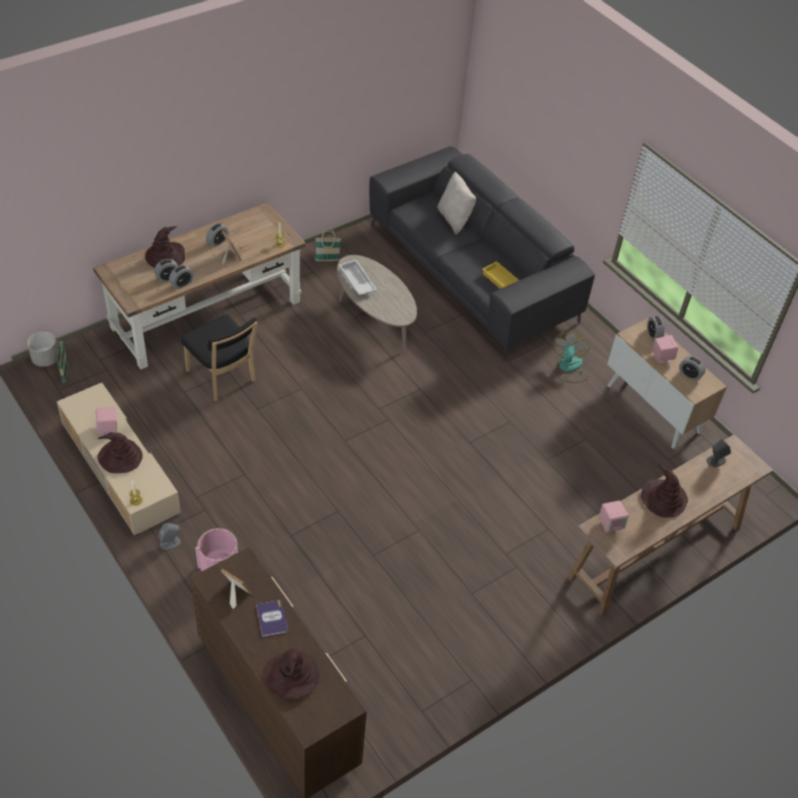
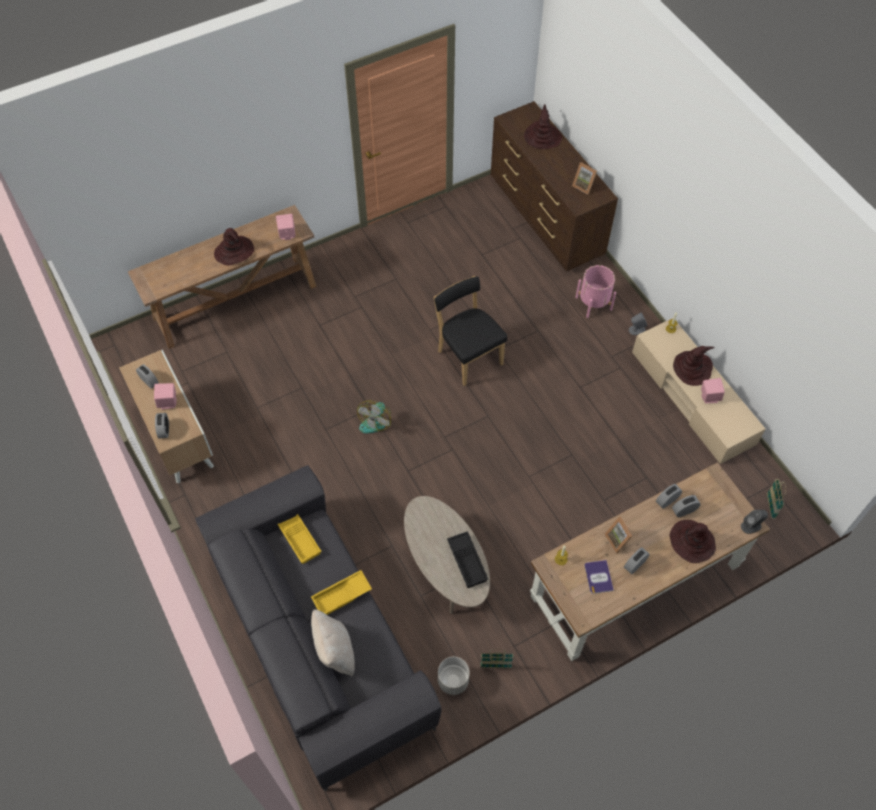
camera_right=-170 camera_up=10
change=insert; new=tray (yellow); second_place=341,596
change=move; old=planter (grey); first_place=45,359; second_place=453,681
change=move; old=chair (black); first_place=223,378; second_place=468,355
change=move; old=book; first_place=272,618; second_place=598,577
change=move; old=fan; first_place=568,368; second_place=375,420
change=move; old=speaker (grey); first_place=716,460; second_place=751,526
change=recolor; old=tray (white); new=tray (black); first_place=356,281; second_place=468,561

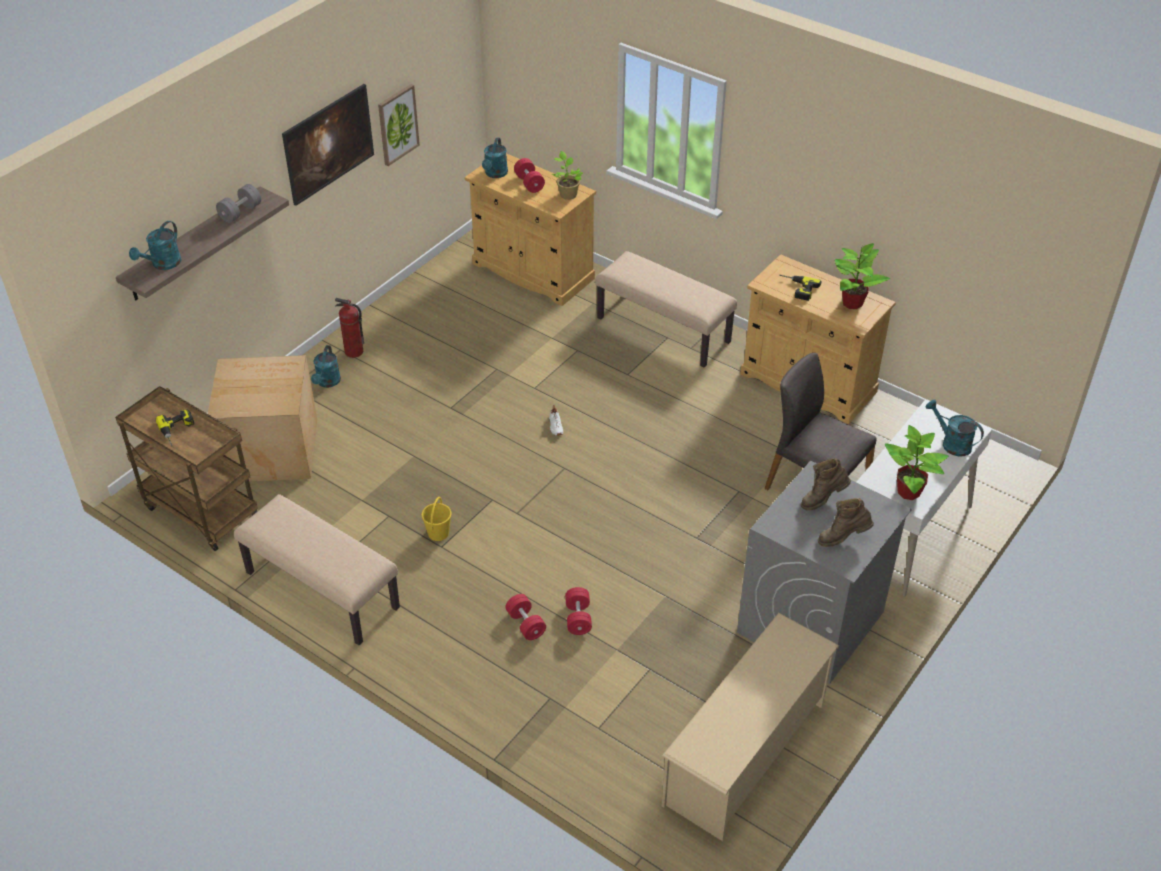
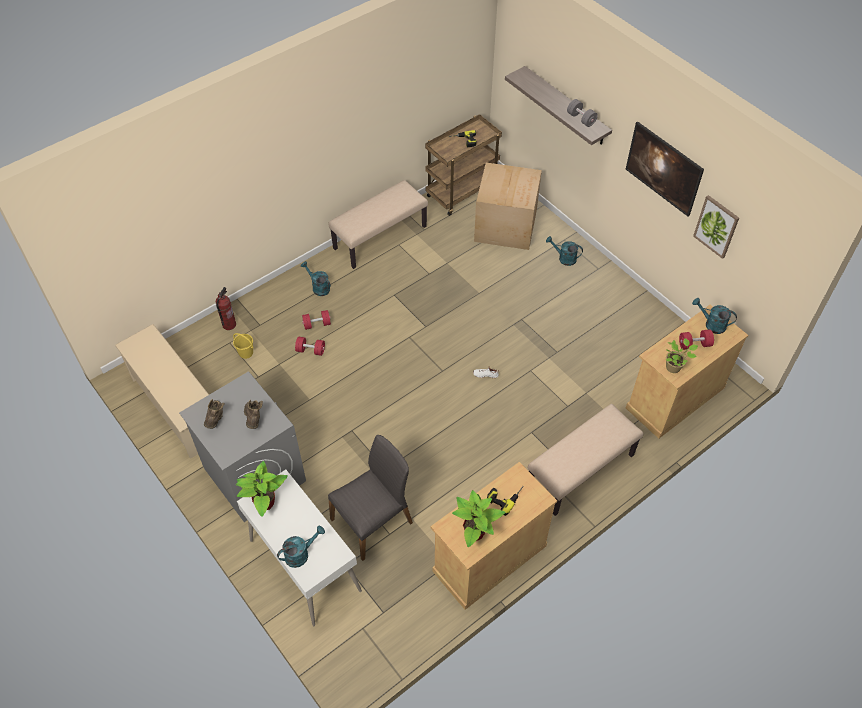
camera_right=105 camera_up=10
change=move; old=watering can (turquoise); first_place=163,264; second_place=318,287
change=move; old=fire extinguisher; first_place=353,352; second_place=229,324
change=move; old=bucket (yellow); first_place=438,533; second_place=245,352

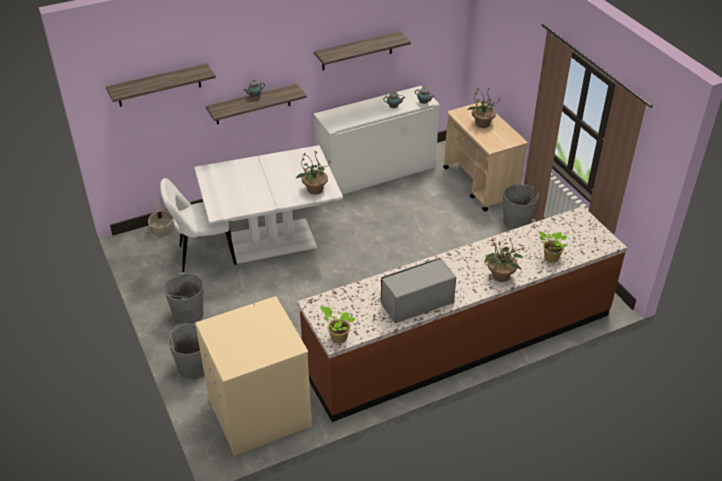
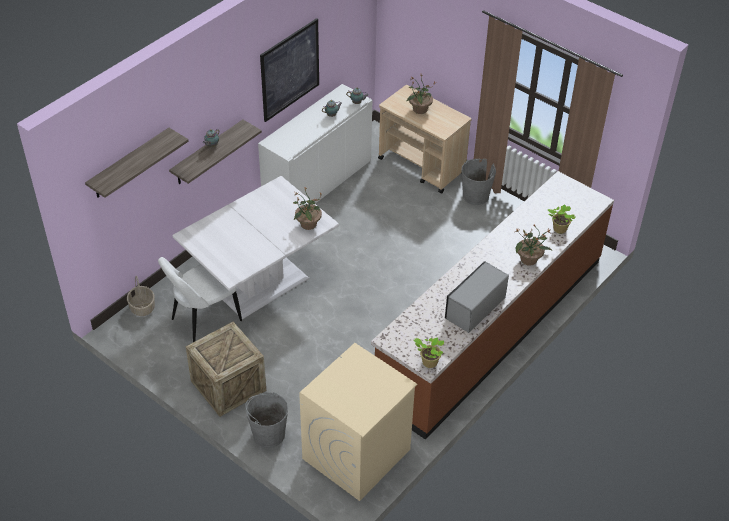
camera_right=-25 camera_up=5
change=replace; old=bucket (grey); new=crate; first_place=188,314; second_place=228,385
change=replace; old=shelf; new=picture; first_place=357,51; second_place=290,70

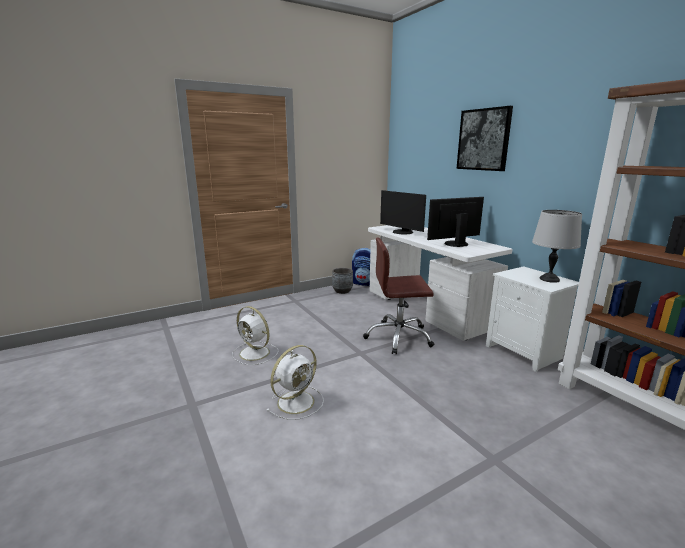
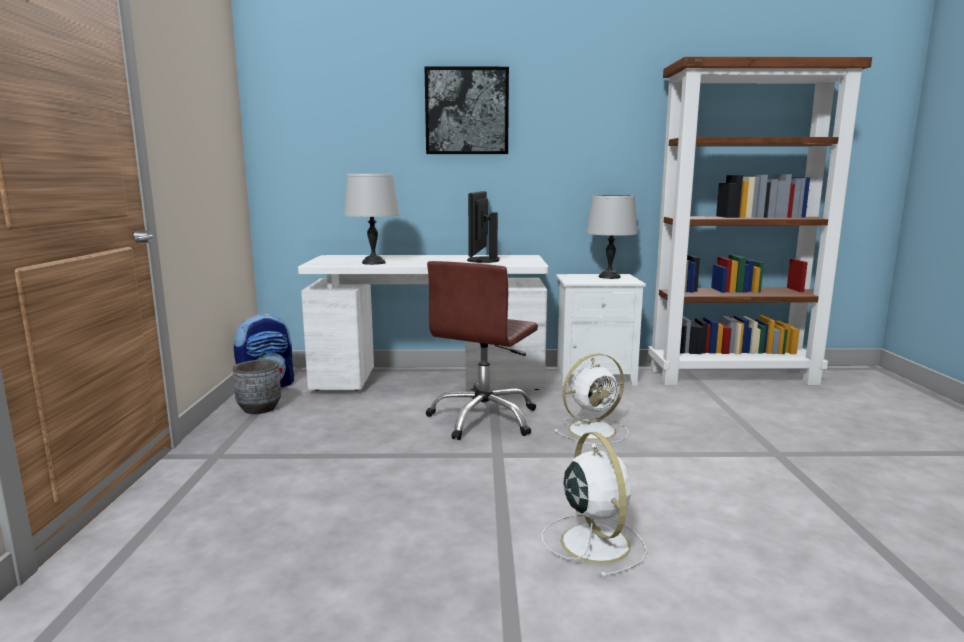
camera_right=-60 camera_up=-5
change=move; old=fan (white); first_place=255,353; second_place=594,430
change=replace; old=monitor; new=table lamp (grey); first_place=402,232; second_place=374,263

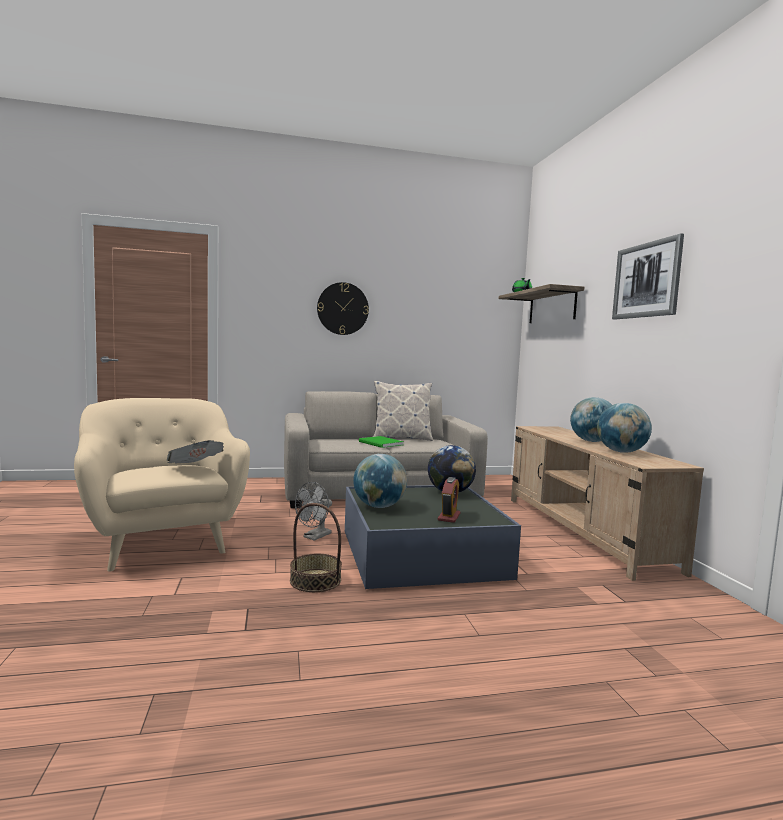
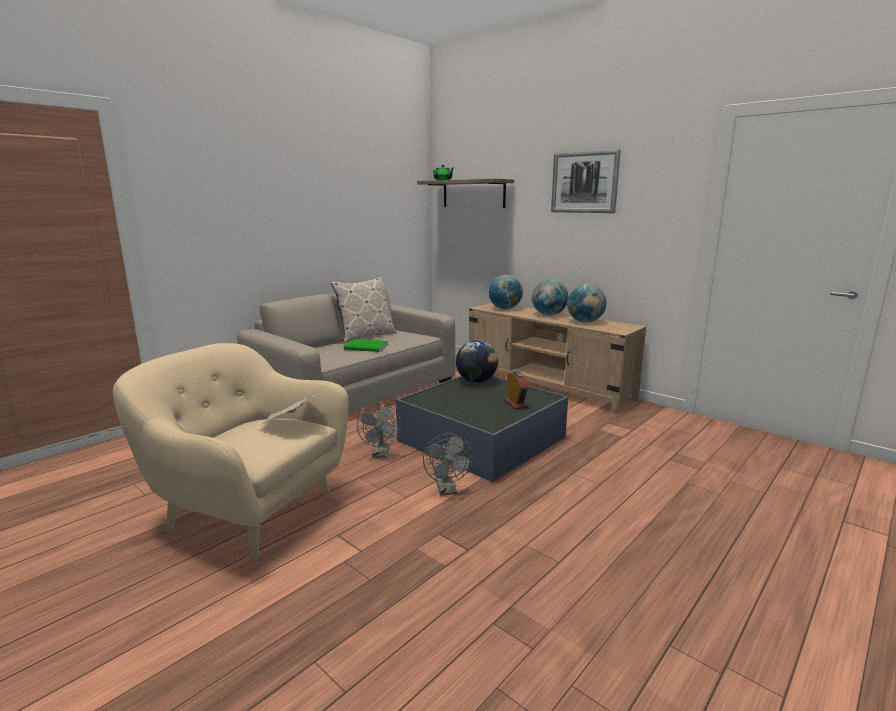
camera_right=-35 camera_up=10
change=delete; old=wall clock; first_place=343,308
change=move; old=globe; first_place=379,506; second_place=505,308
change=replace; old=basket; new=fan (grey); first_place=315,580; second_place=447,490

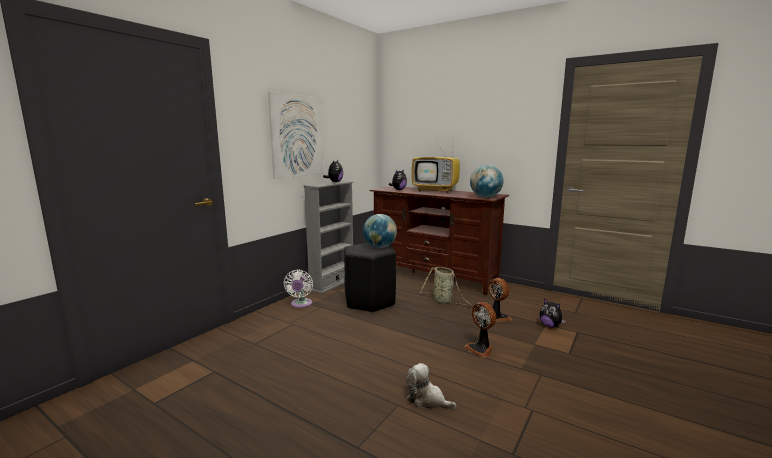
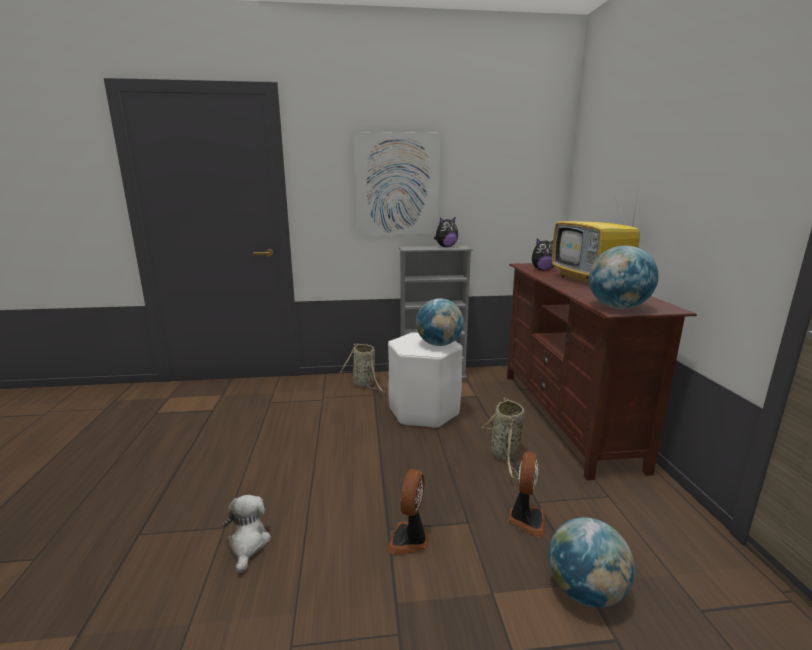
camera_right=50 camera_up=5
change=replace; old=fan (white); new=basket; first_place=301,304; second_place=365,384
change=replace; old=plush toy; new=globe; first_place=550,326; second_place=585,591
change=recolor; old=stool (black); new=stool (white); first_place=370,302; second_place=424,411

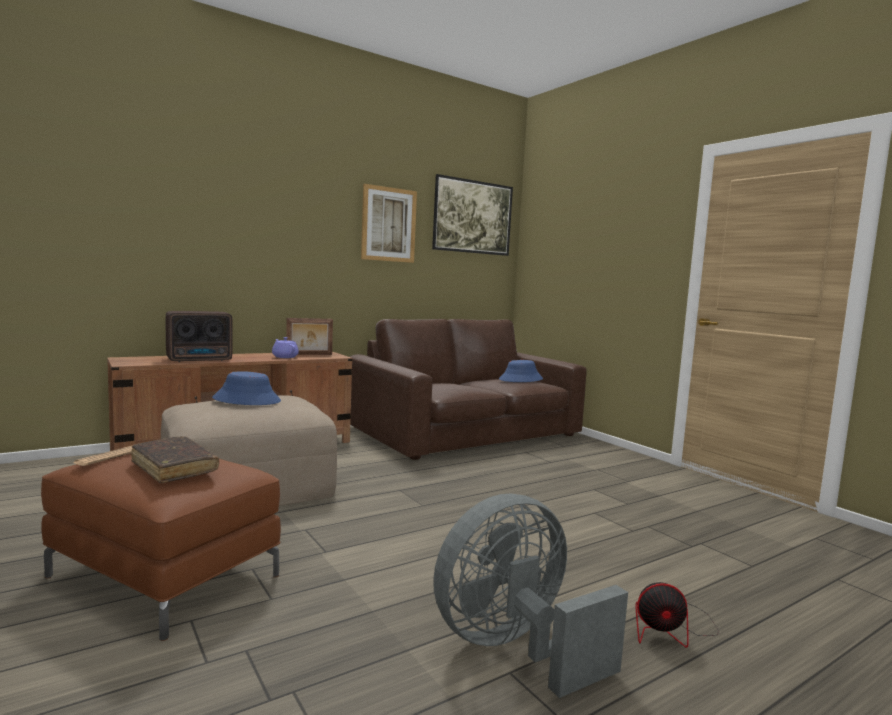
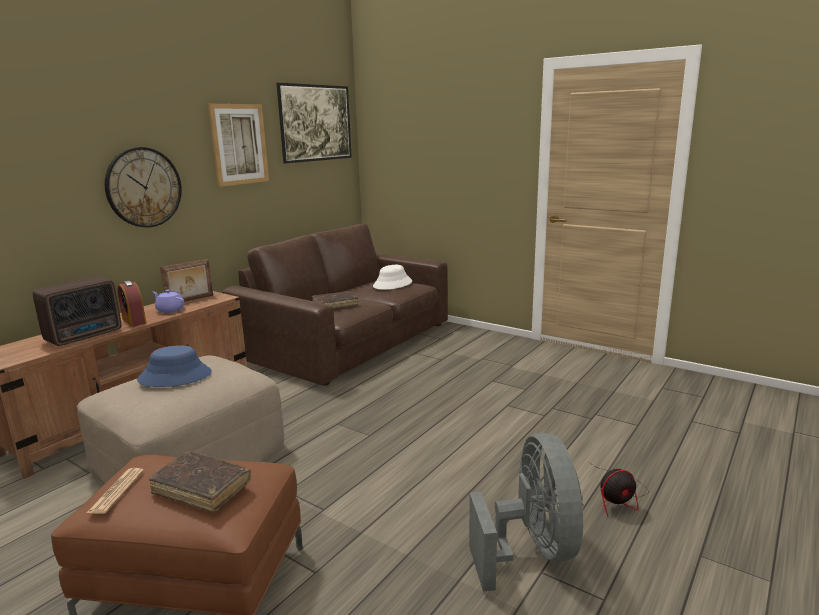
camera_right=-20 camera_up=10
change=insert; new=wall clock; second_place=143,187
change=insert; new=alarm clock; second_place=134,321
change=insert; new=book (brown); second_place=335,305
change=recolor; old=hat (blue); new=hat (white); first_place=521,379; second_place=392,284
change=rotate; old=fan (grey); first_place=515,648; second_place=532,550; degrees=135

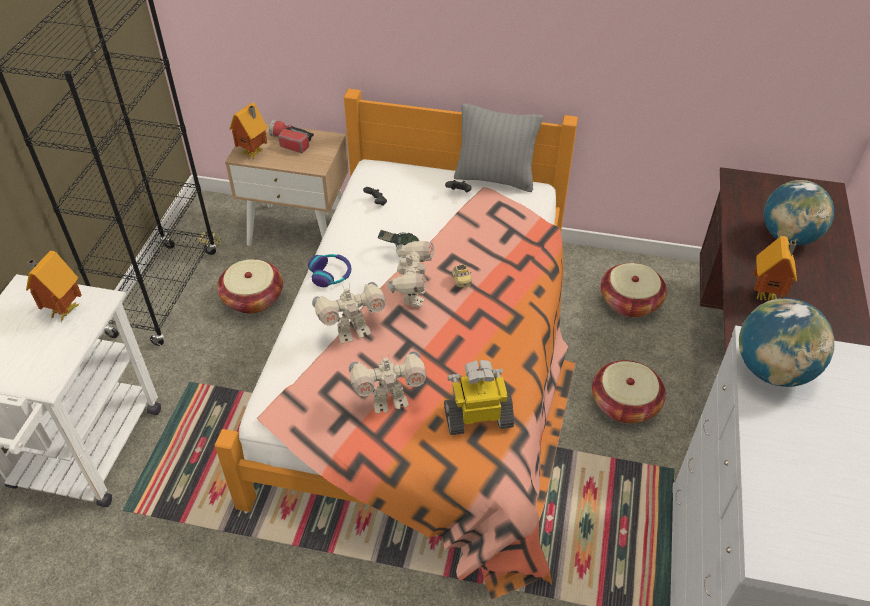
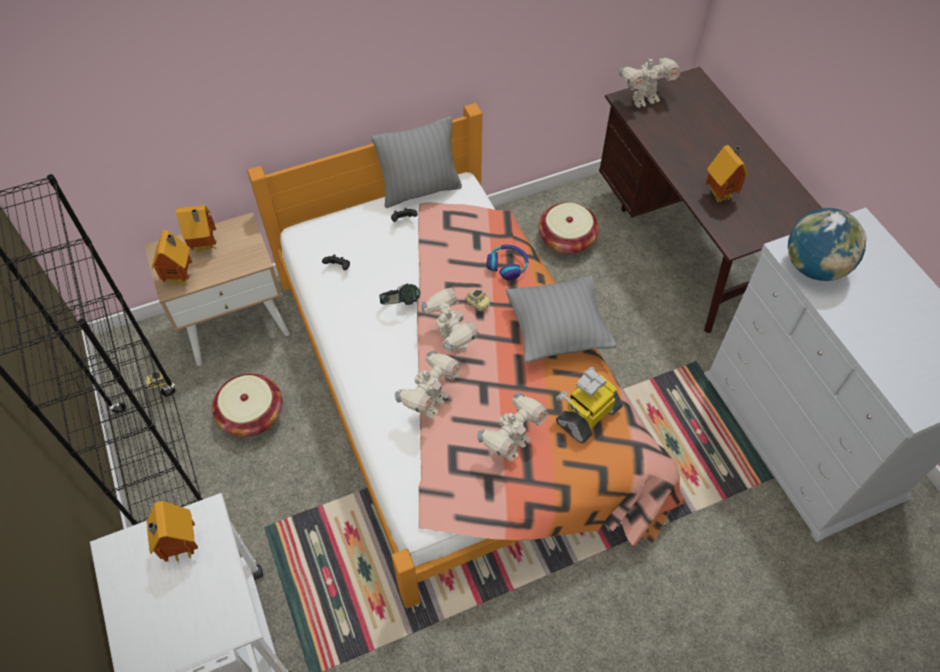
camera_right=-35 camera_up=10
change=delete; old=basket; first_place=624,404
change=delete; old=globe; first_place=788,237
change=insert; new=pillow (grey); second_place=557,332
change=insert; new=toy robot; second_place=644,99
change=move; old=headphones; first_place=331,274; second_place=507,265
change=replace; old=flashlight; new=toy house; first_place=290,142; second_place=206,247

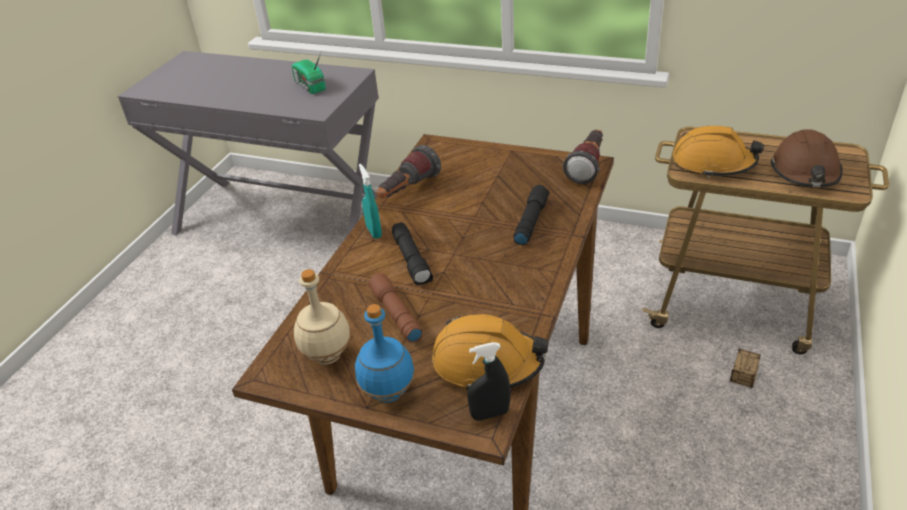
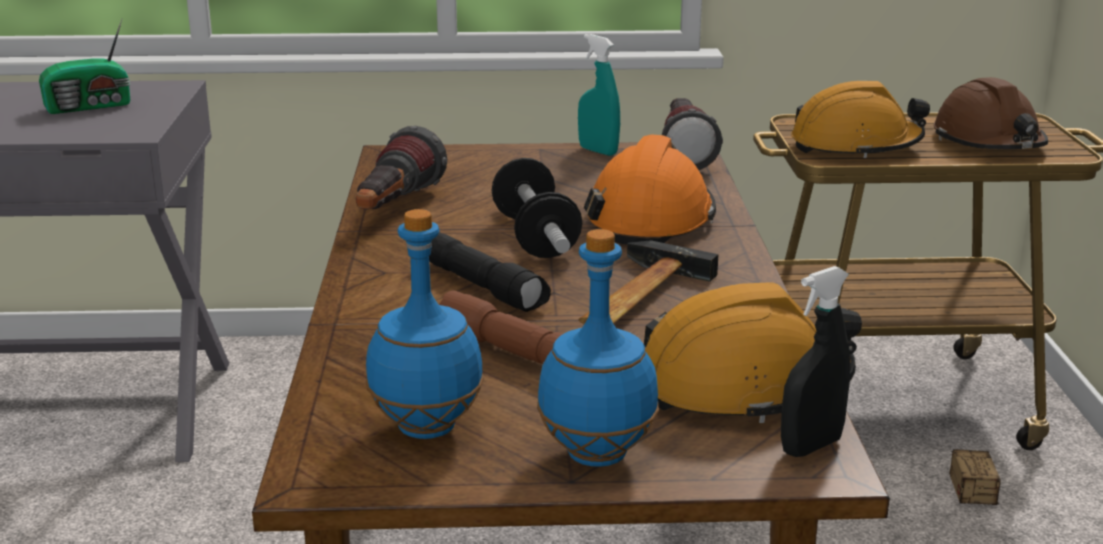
camera_right=-25 camera_up=-15
change=insert; new=dumbbell; second_place=535,237
change=insert; new=hammer; second_place=633,298
change=move; old=spray bottle (turquoise); first_place=374,231; second_place=598,151
change=replace; old=flashlight (black); new=hard hat (orange); first_place=530,221; second_place=650,218
change=recolor; old=bottle (beige); new=bottle (blue); first_place=327,356; second_place=425,427
change=rotate; old=radio; first_place=309,86; second_place=91,106; degrees=-60

